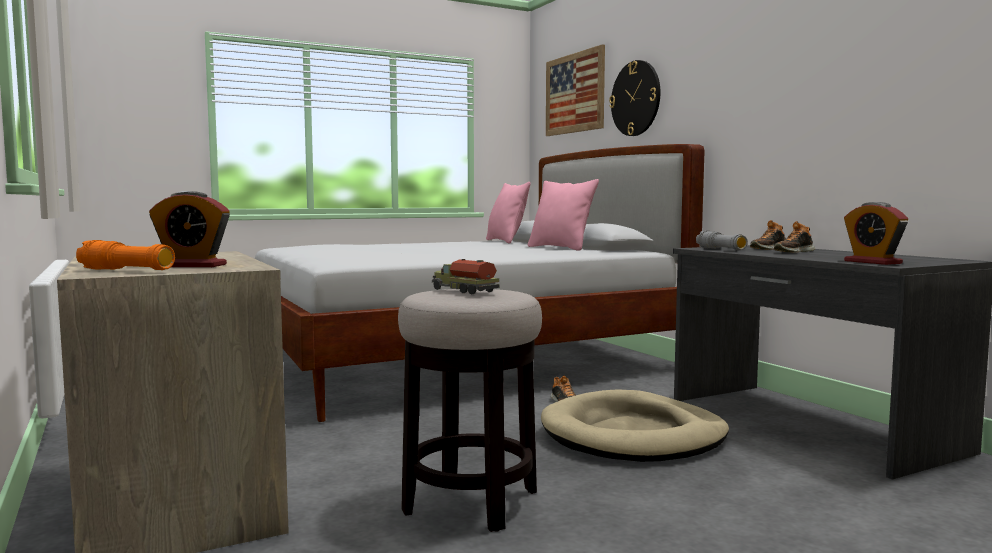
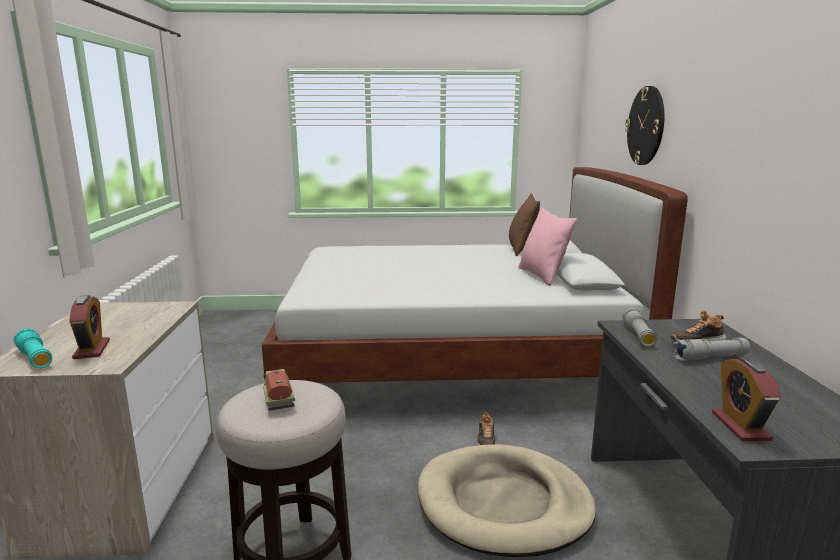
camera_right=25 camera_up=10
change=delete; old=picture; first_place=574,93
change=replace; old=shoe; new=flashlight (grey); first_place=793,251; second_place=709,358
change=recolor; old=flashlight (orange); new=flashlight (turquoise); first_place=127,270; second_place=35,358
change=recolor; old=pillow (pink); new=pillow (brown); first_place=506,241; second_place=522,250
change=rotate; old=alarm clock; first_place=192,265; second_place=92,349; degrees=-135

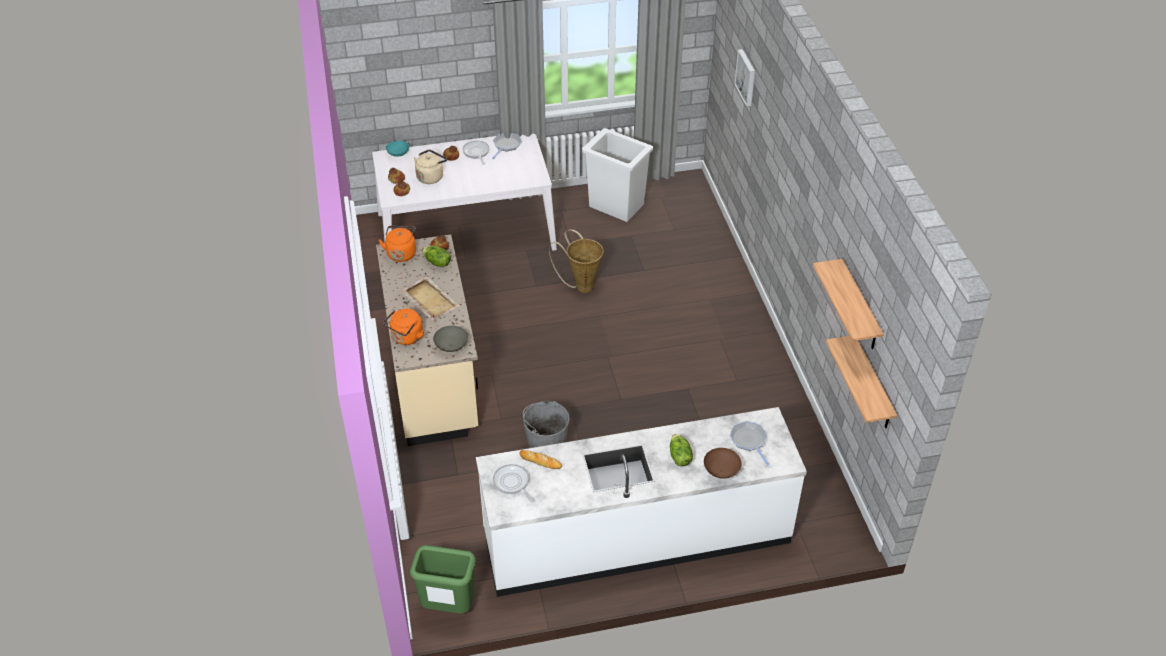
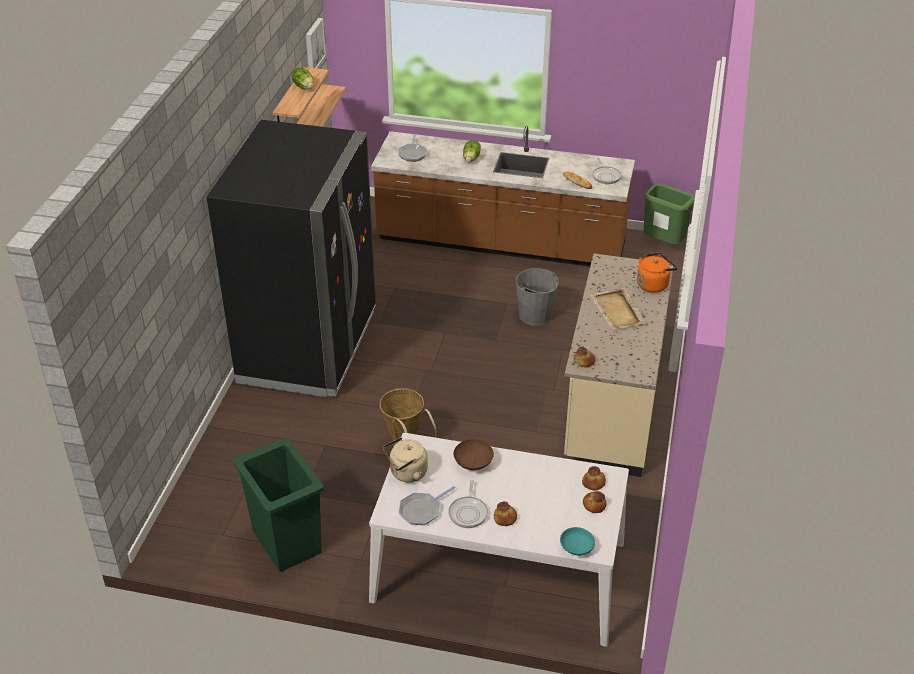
camera_right=-155 camera_up=-5
change=delete; old=kettle (orange); first_place=401,253
change=delete; old=bowl (grey); first_place=451,346
change=insert; new=fridge (black); second_place=309,347
change=move; old=kettle (beige); first_place=431,177; second_place=406,473
change=move; old=lettuce; first_place=437,263; second_place=304,87
change=move; old=bowl (brown); first_place=721,471; second_place=474,464
change=move; old=picture; first_place=746,77; second_place=313,45
change=recolor; old=counter (white); new=counter (brown); first_place=636,537; second_place=501,243
change=recolor; old=trash can (white); new=trash can (green); first_place=616,205; second_place=286,543

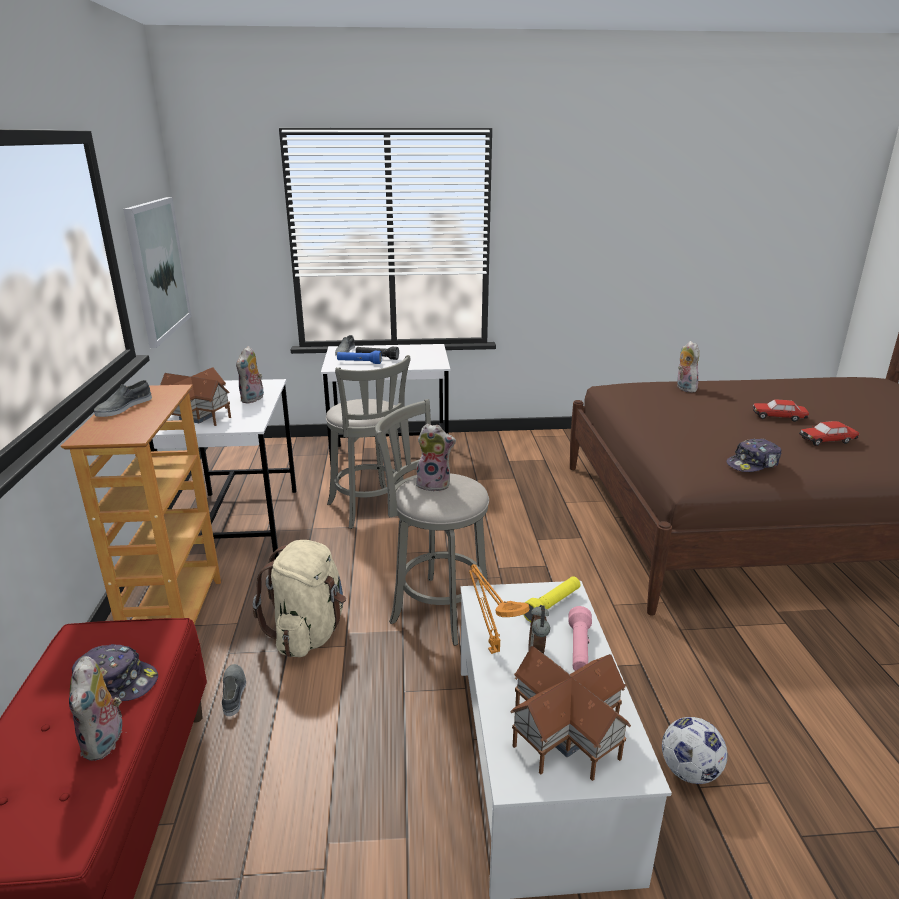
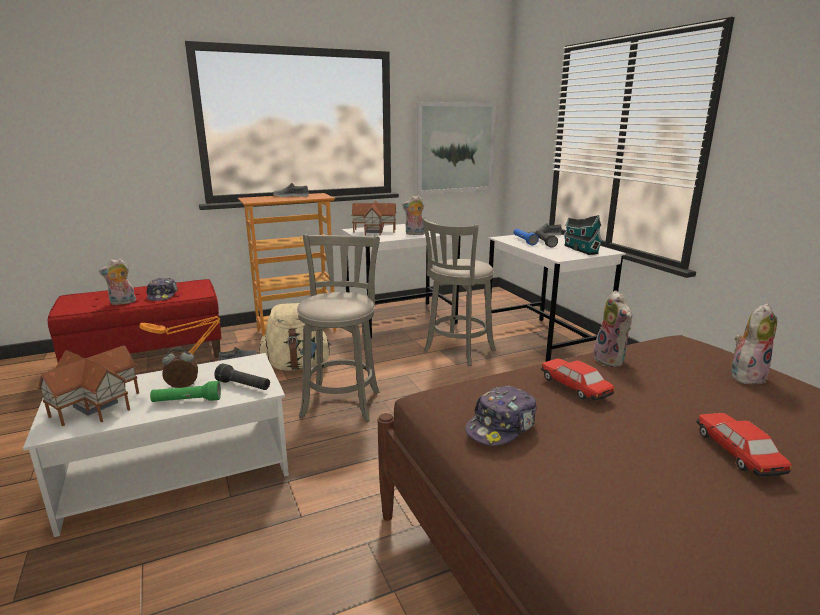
camera_right=70 camera_up=-5
change=delete; old=football; first_place=689,772
change=insert; new=toy house; second_place=579,249
change=move; old=plush toy; first_place=434,484; second_place=611,360
change=move; old=toy car; first_place=827,441; second_place=574,387
change=recolor; old=flashlight (yellow); new=flashlight (black); first_place=552,606; second_place=244,386
change=recolor; old=flashlight (pink); new=flashlight (green); first_place=579,649; second_place=187,401
change=rotate; old=cap; first_place=753,464; second_place=501,426; degrees=-90

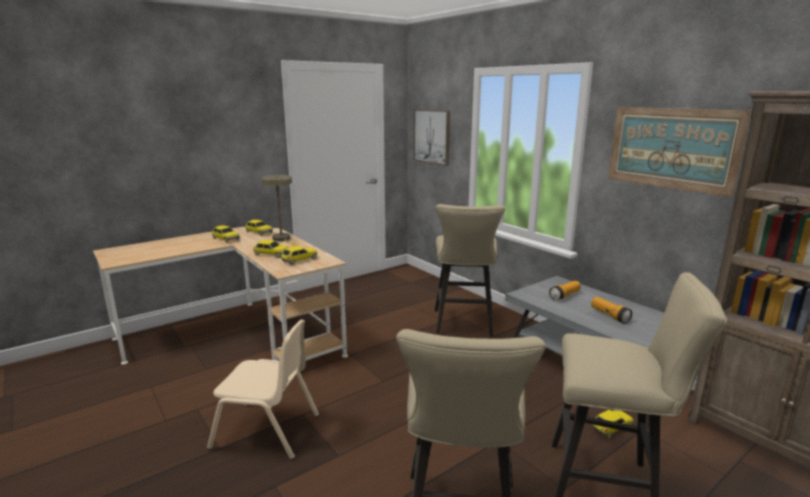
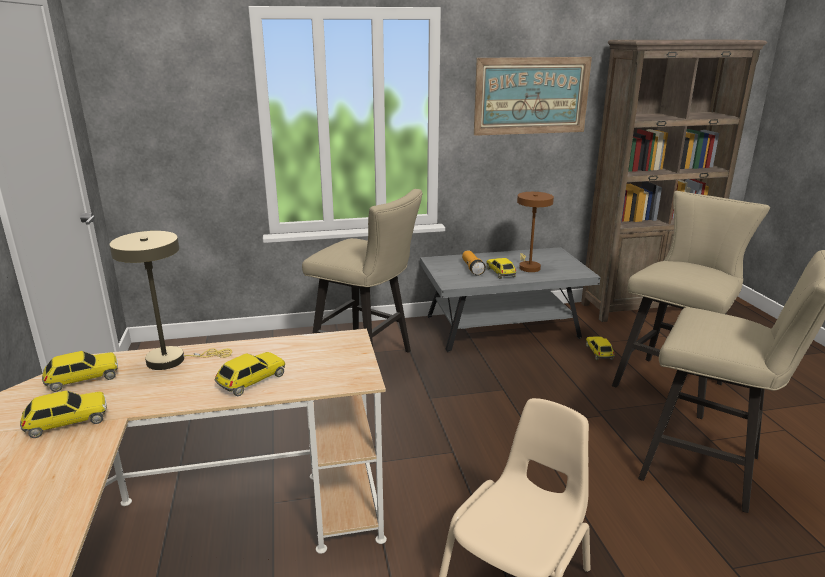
camera_right=-65 camera_up=5
change=delete; old=picture; first_place=432,136
change=move; old=toy car; first_place=299,260; second_place=500,273
change=replace; old=flashlight; new=table lamp (brown); first_place=609,316; second_place=528,267

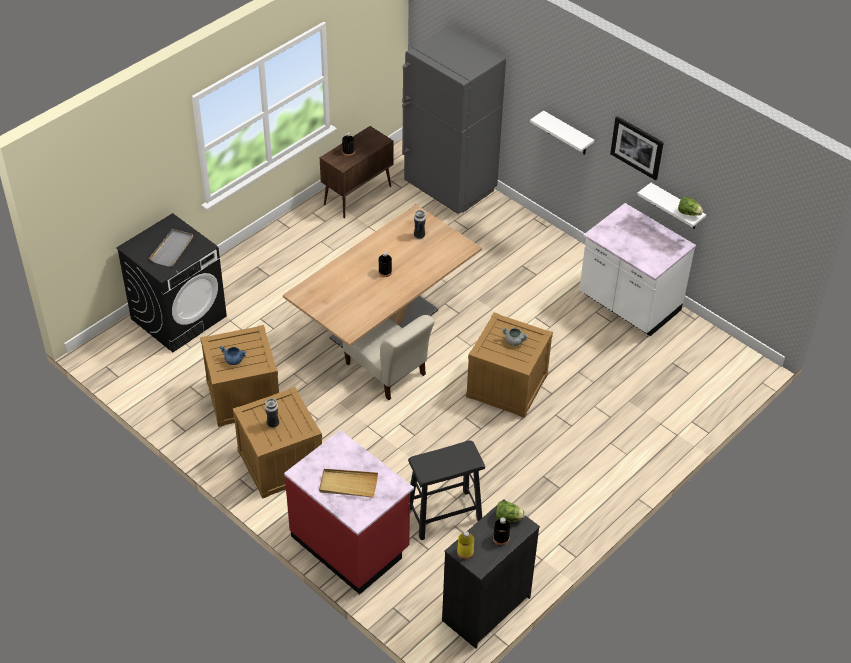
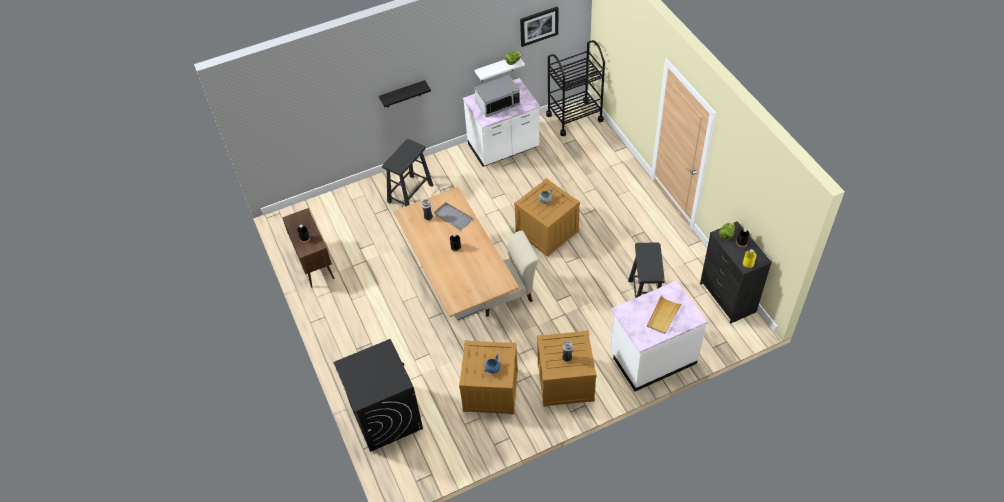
camera_right=-65 camera_up=5
change=delete; old=fridge (grey); first_place=450,188
change=insert; new=stool (black); second_place=410,193
change=insert; new=microwave; second_place=498,104
change=insert; new=cart (black); second_place=574,117
change=move; old=tray (grey); first_place=172,249; second_place=453,217
change=move; old=picture; first_place=637,147; second_place=539,26
change=recolor; old=counter (red); new=counter (white); first_place=351,543; second_place=652,357
change=recolor; old=shelf (white); new=shelf (black); first_place=567,134; second_place=402,94

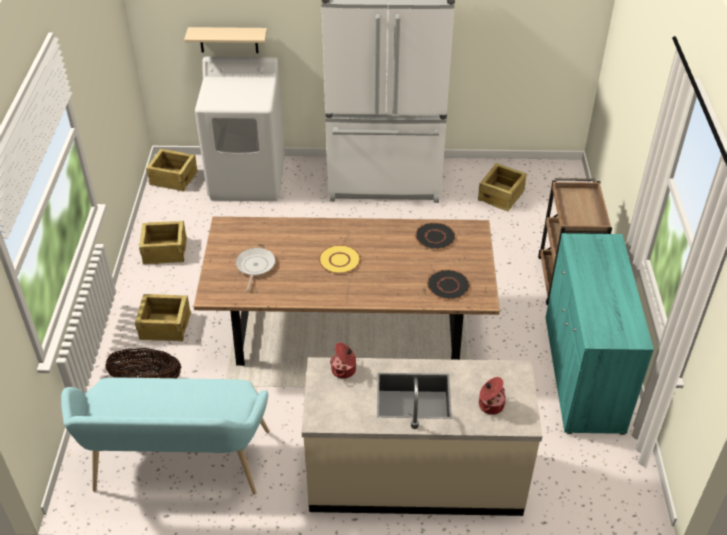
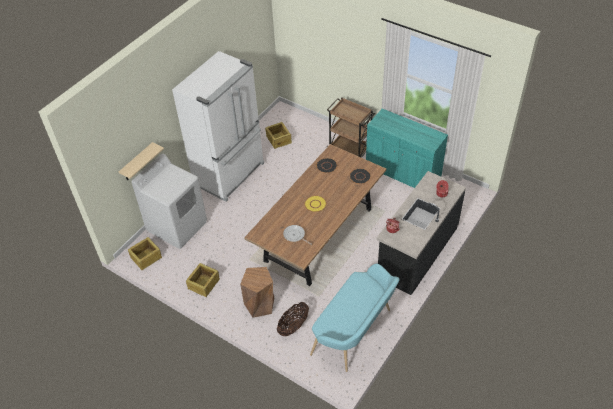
camera_right=-55 camera_up=5
change=replace; old=crate; new=stool (brown); first_place=164,325; second_place=260,304
change=recolor; old=counter (beige); new=counter (black); first_place=415,477; second_place=417,251

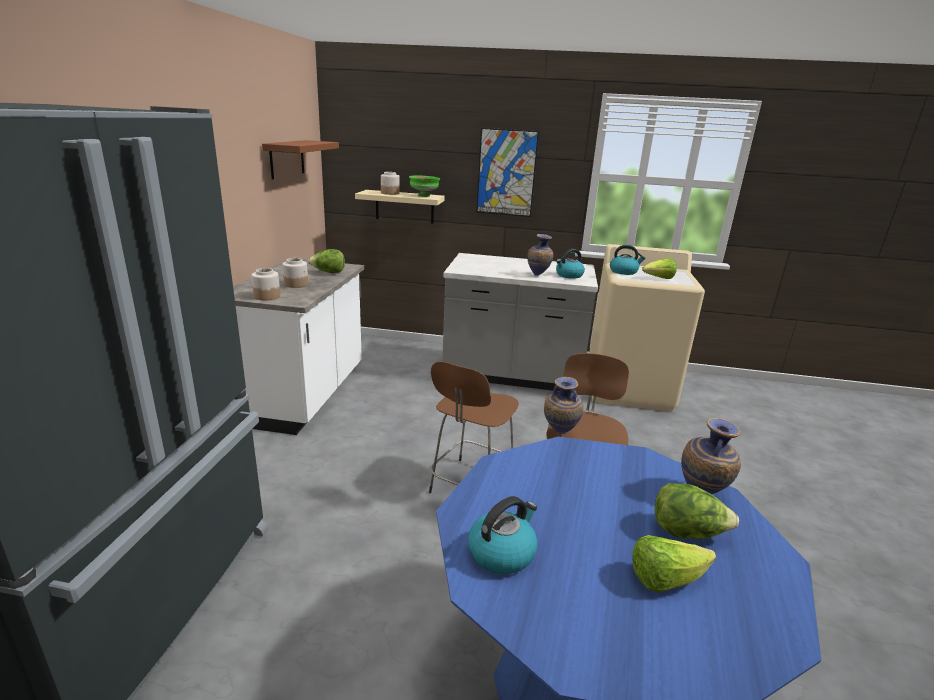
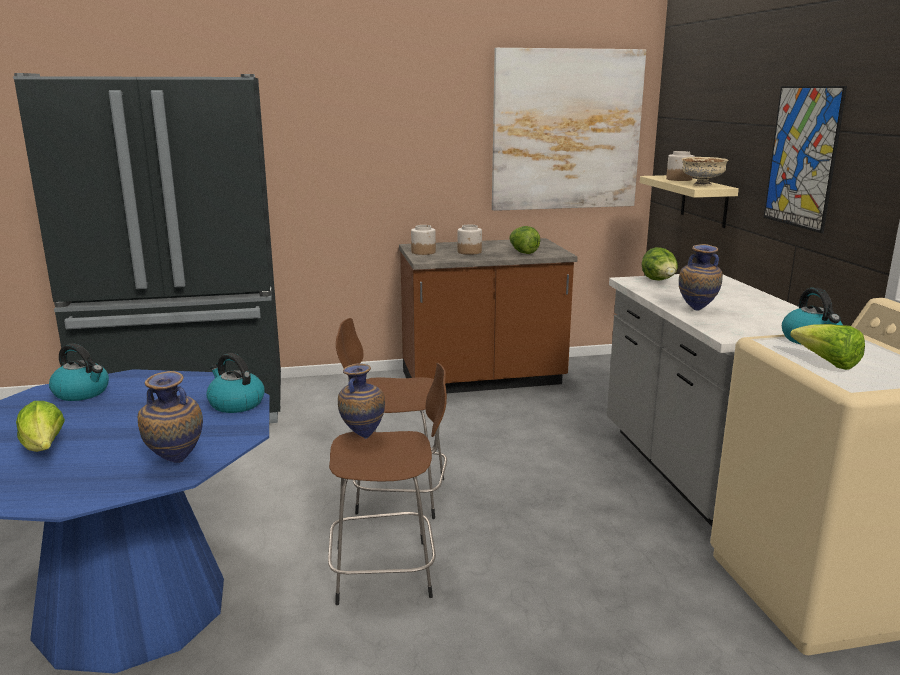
camera_right=70 camera_up=-5
change=move; old=kettle; first_place=569,275; second_place=235,404
change=move; old=lettuce; first_place=687,532; second_place=659,281
change=replace; old=shelf (brown); new=picture; first_place=287,159; second_place=566,130
change=recolor; old=counter (white); new=counter (brown); first_place=305,396; second_place=482,380
change=recolor; old=bowl (green); new=bowl (beige); first_place=424,196; second_place=702,185

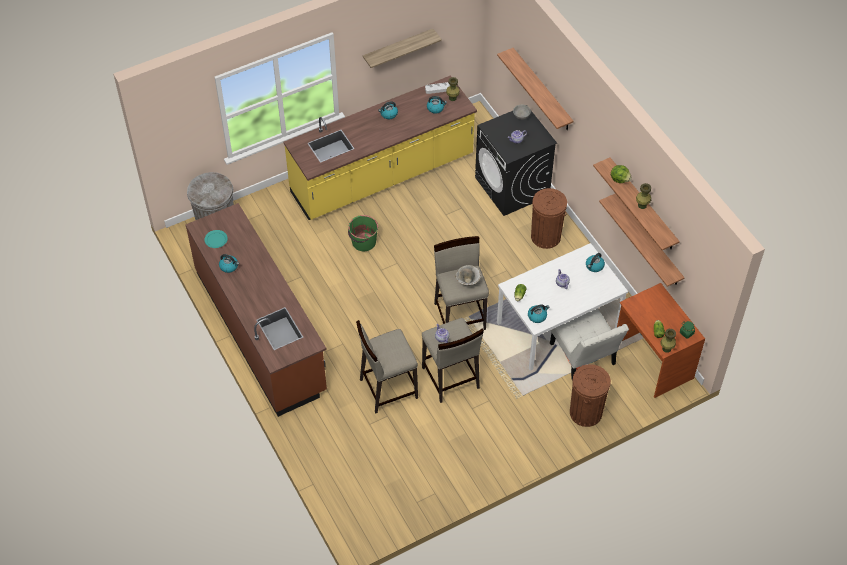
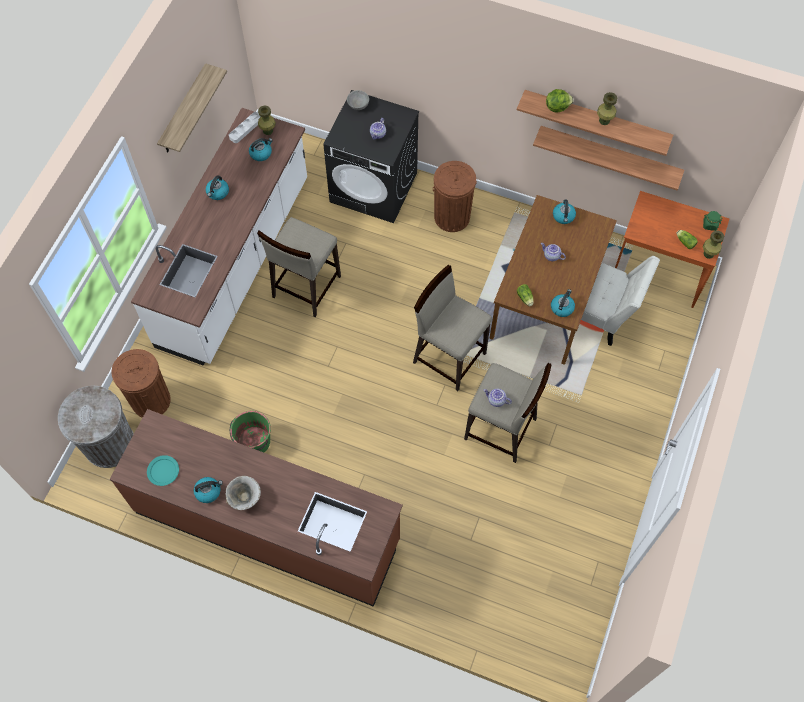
camera_right=-40 camera_up=10
change=delete; old=shelf; first_place=542,90
change=move; old=bucket (green); first_place=363,242; second_place=254,442
change=move; old=stool (beige); first_place=387,388; second_place=305,287
change=move; old=bowl; first_place=467,282; second_place=245,498
change=move; old=trash can (brown); first_place=585,412; second_place=150,400
change=recolor; old=counter (yellow); new=counter (white); first_place=382,175; second_place=235,262
change=recolor; old=dining table (white); new=dining table (brown); first_place=557,326; second_place=547,301

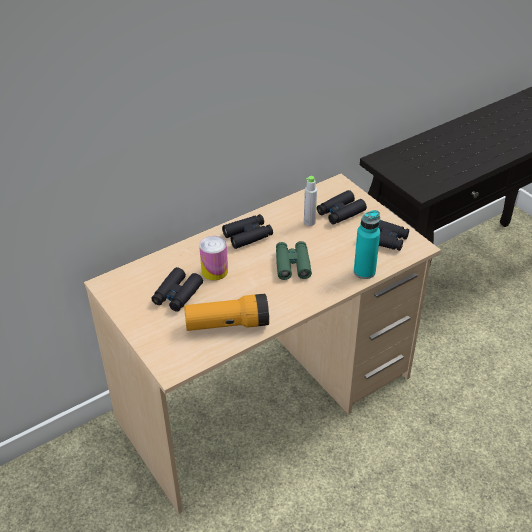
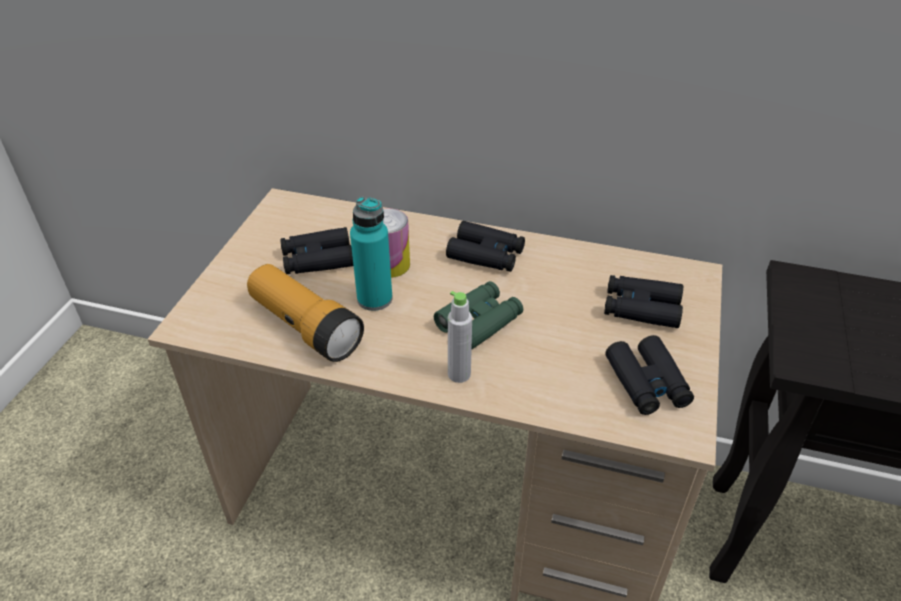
camera_right=50 camera_up=0
change=move; old=bottle (grey); first_place=309,222; second_place=459,374
change=move; old=bottle (turquoise); first_place=364,271; second_place=374,299

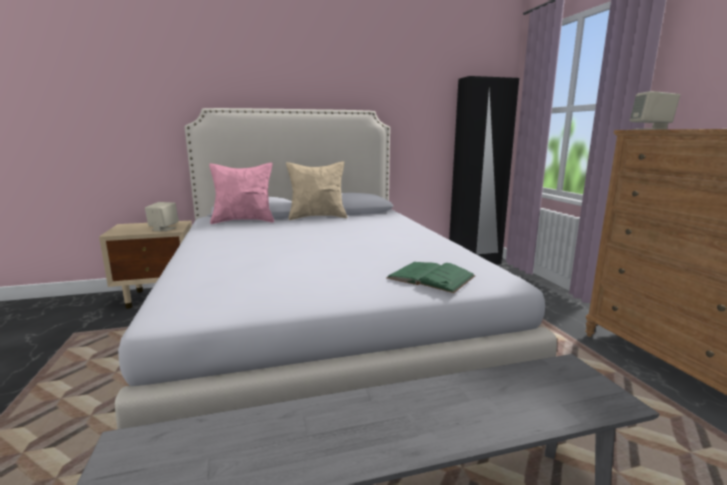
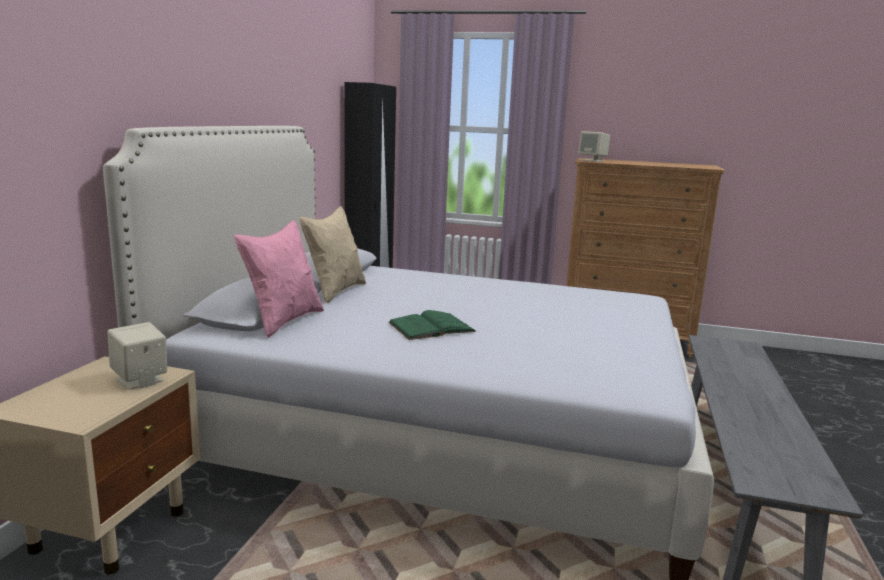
camera_right=-60 camera_up=0
change=move; old=book (green); first_place=431,277; second_place=431,327

